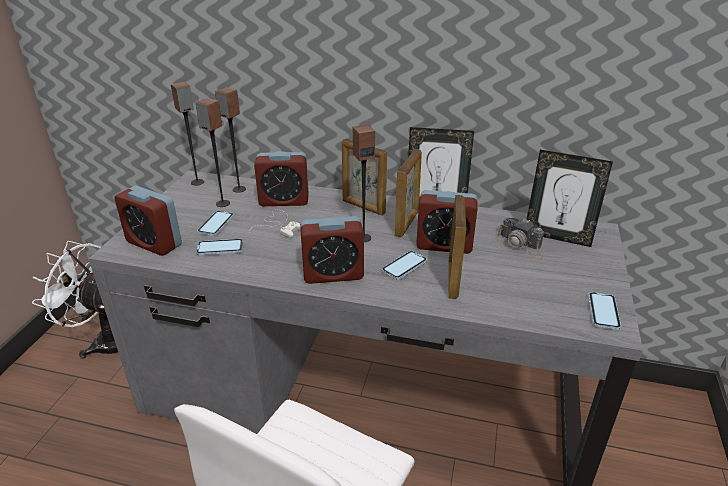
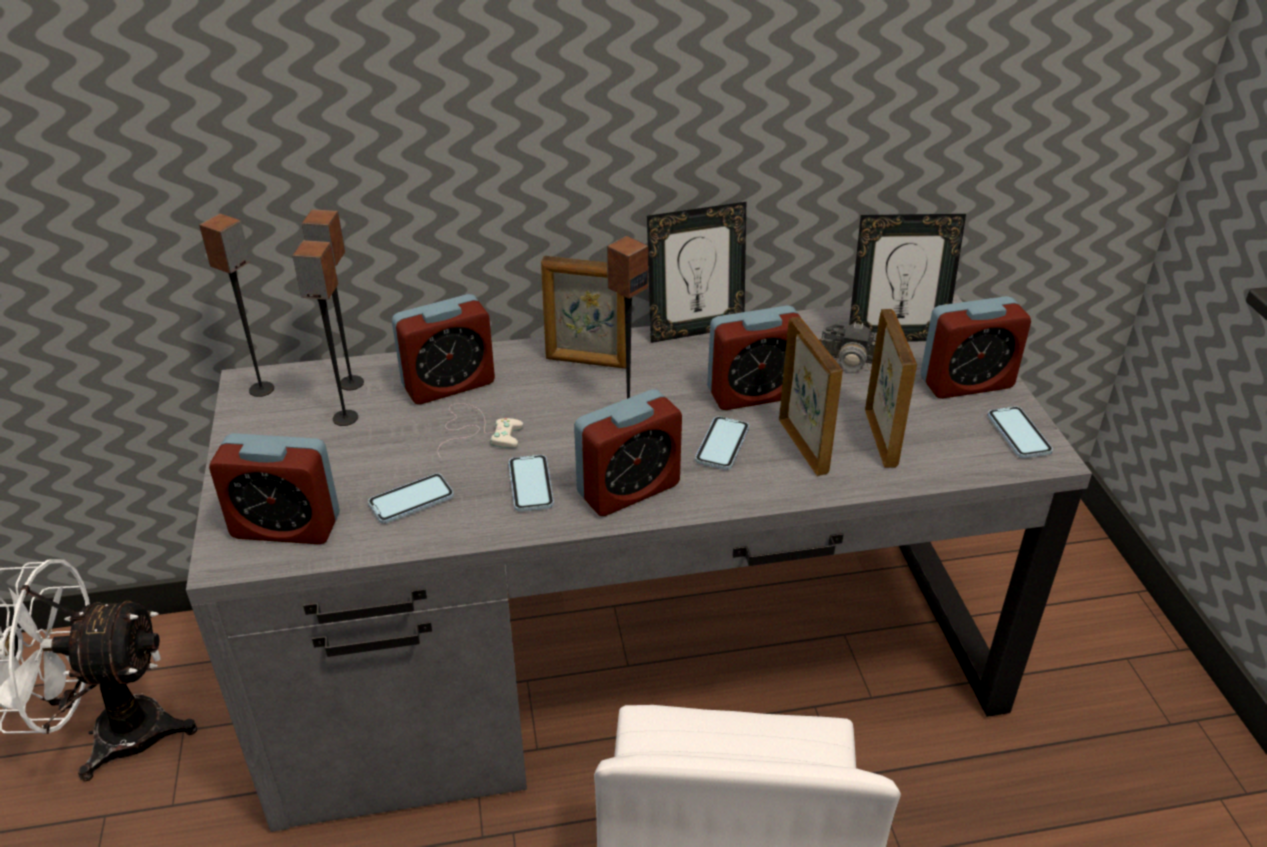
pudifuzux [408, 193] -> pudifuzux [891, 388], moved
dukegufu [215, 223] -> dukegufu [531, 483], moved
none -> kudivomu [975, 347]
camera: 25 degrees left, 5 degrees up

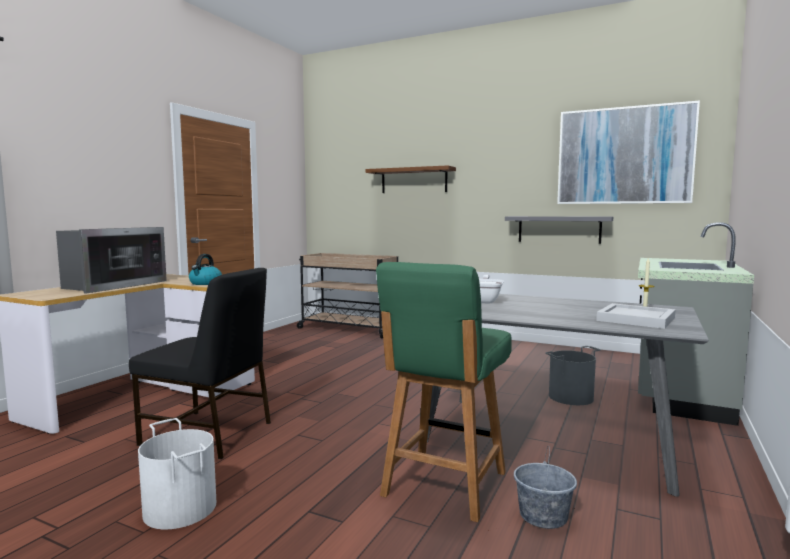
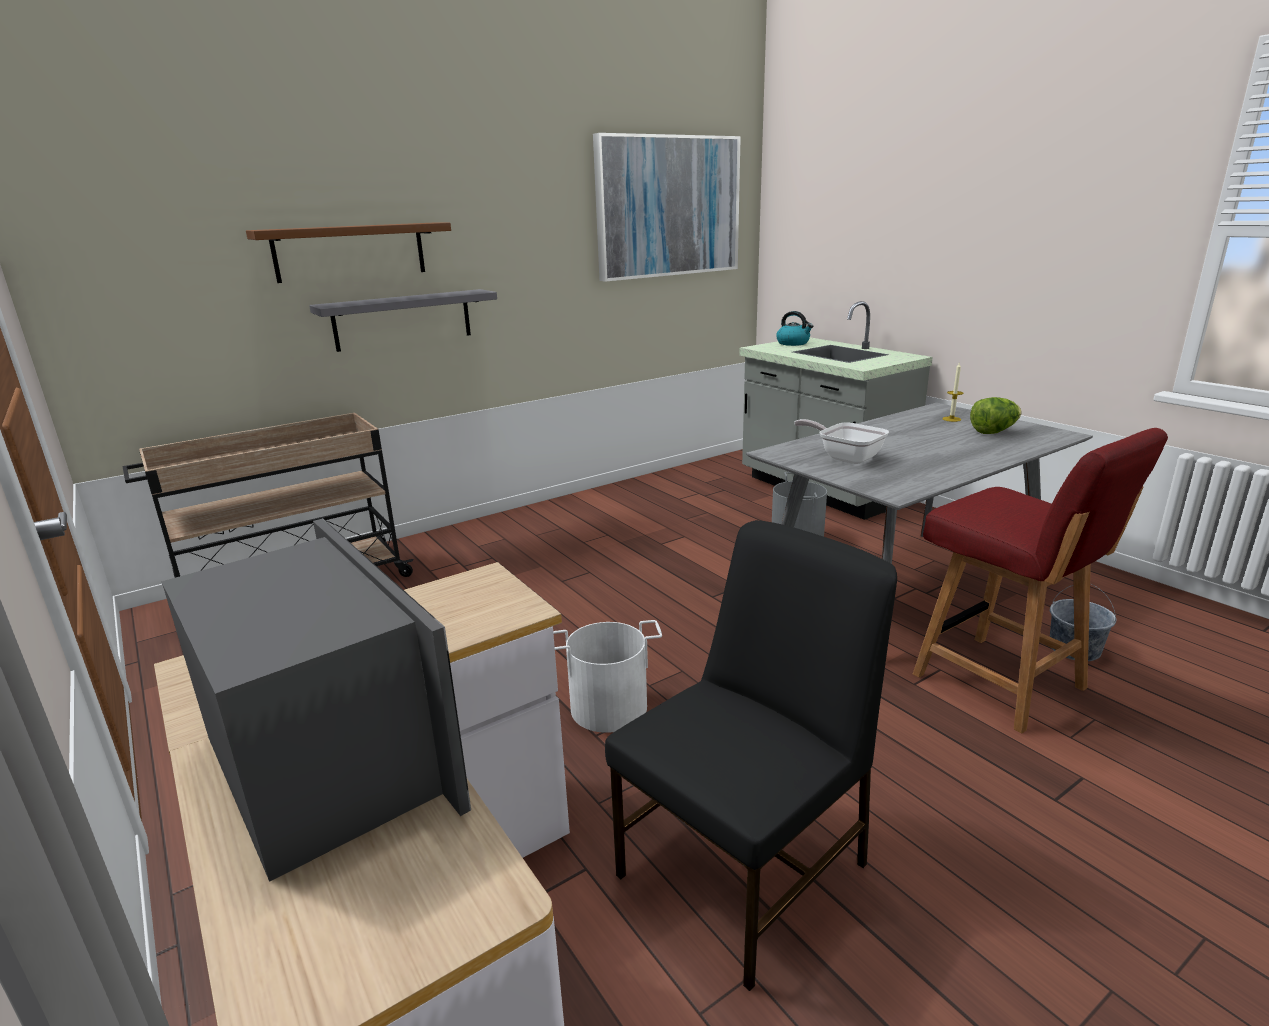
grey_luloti [559, 230] -> grey_luloti [403, 320], moved
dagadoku [205, 269] -> dagadoku [794, 328], moved
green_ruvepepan [444, 392] -> red_ruvepepan [1040, 581]
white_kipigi [636, 316] -> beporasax [995, 415]
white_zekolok [177, 473] -> white_zekolok [607, 676], moved
camera: 60 degrees left, 15 degrees up

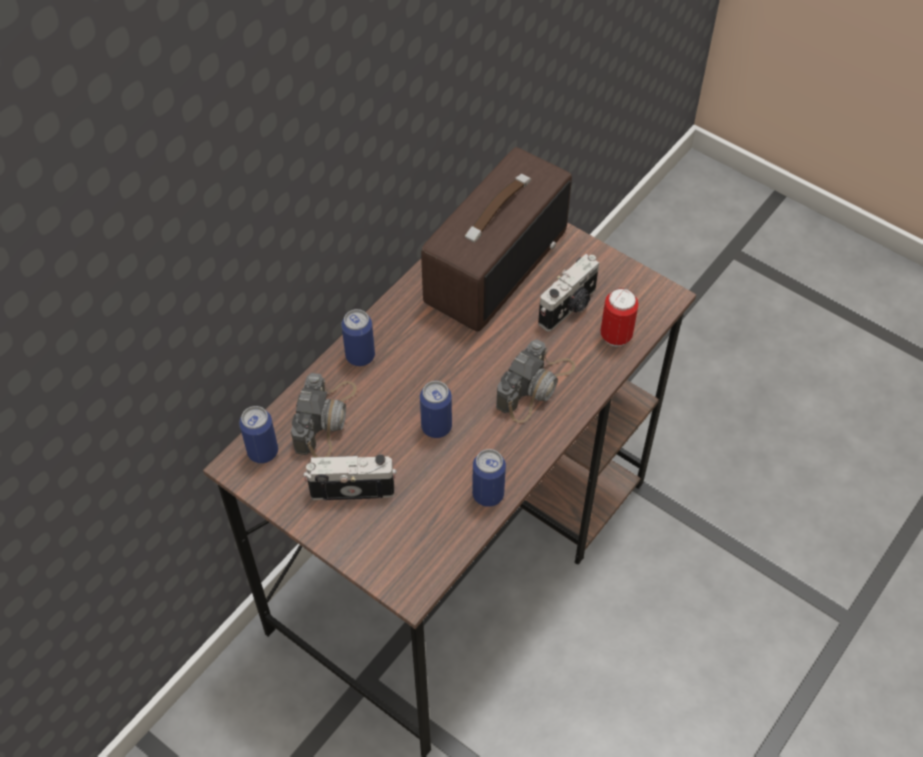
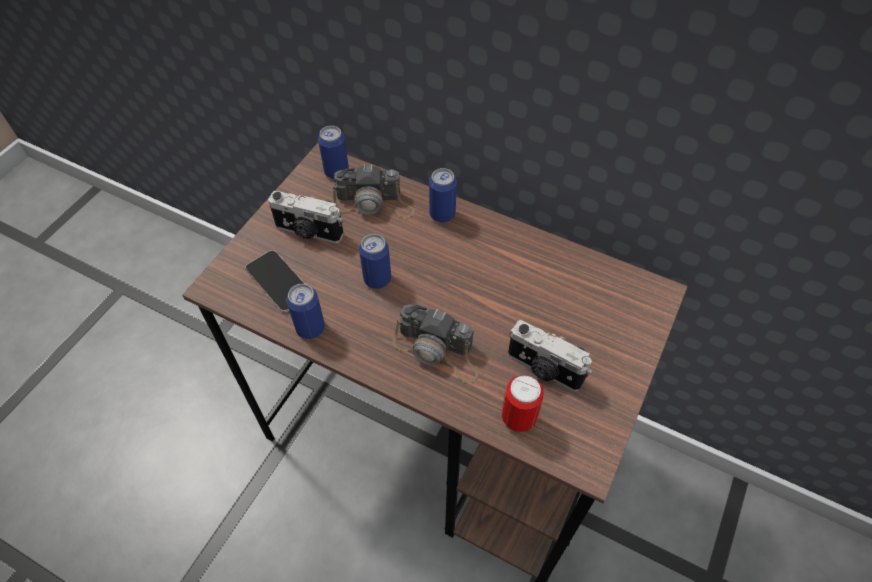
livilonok [496, 239] -> none
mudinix [350, 477] -> mudinix [306, 217], 120 degrees clockwise
none -> dukegufu [275, 281]
camera: 80 degrees right, 0 degrees up

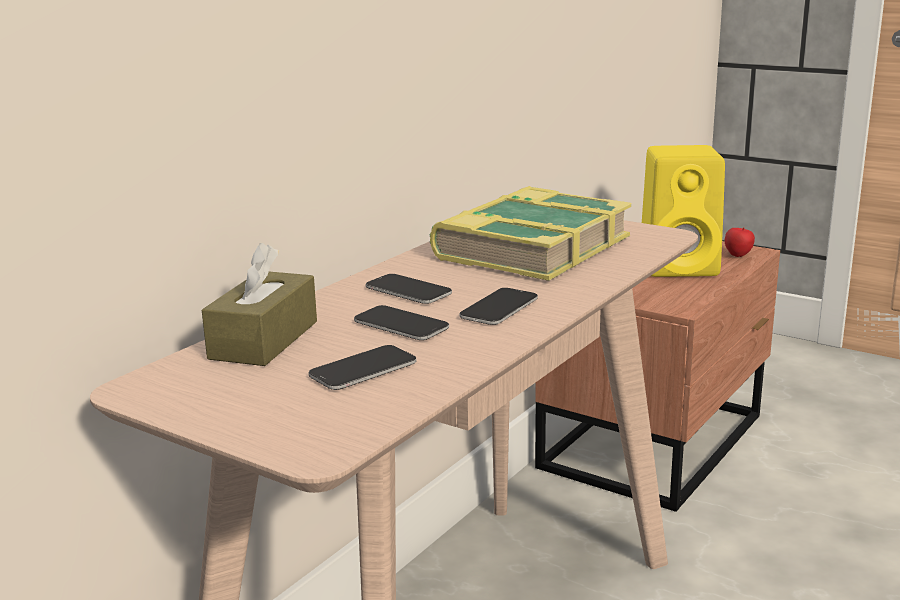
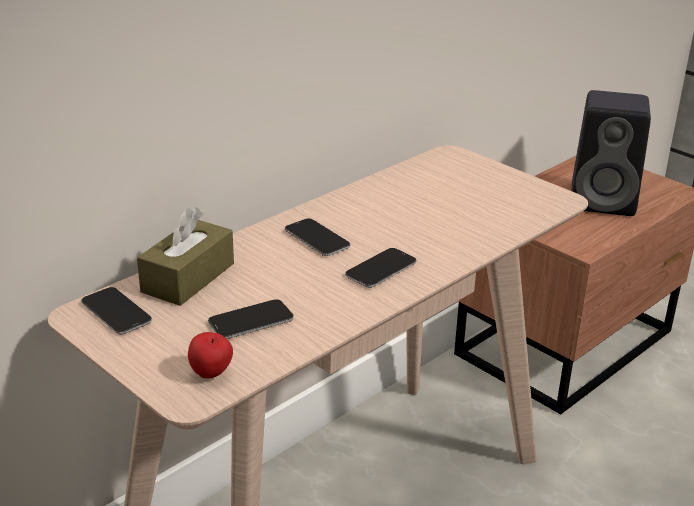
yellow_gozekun [683, 211] -> black_gozekun [611, 153]
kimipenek [531, 233] -> none
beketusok [740, 242] -> beketusok [210, 355], moved
dukegufu [401, 322] -> dukegufu [116, 310], moved
camera: 10 degrees right, 10 degrees up

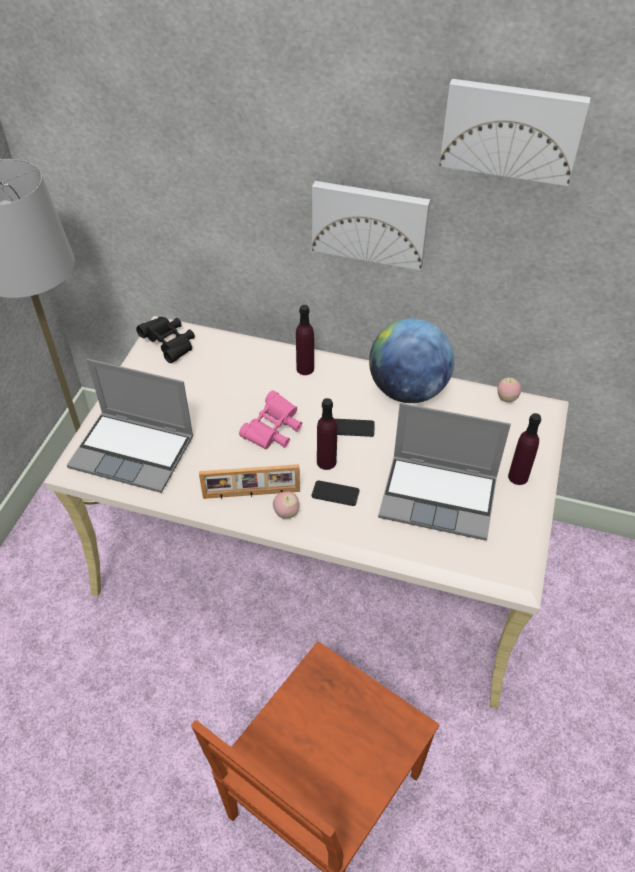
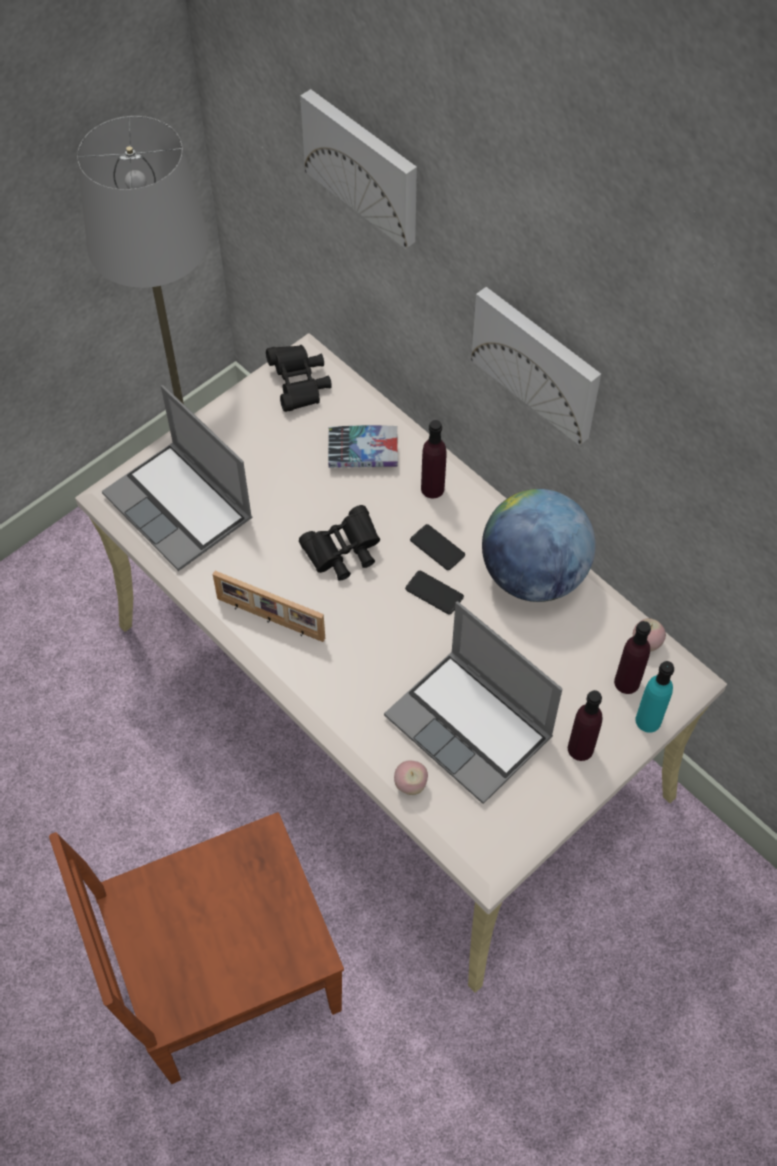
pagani [515, 132] -> pagani [358, 169], moved
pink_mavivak [270, 420] -> black_mavivak [339, 543]
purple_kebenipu [327, 434] -> purple_kebenipu [632, 657], moved
dukegufu [335, 493] -> dukegufu [437, 547], moved
beketusok [286, 504] -> beketusok [411, 778], moved
none -> kimipenek [363, 446]
none -> turquoise_kebenipu [654, 697]
camera: 30 degrees right, 10 degrees up

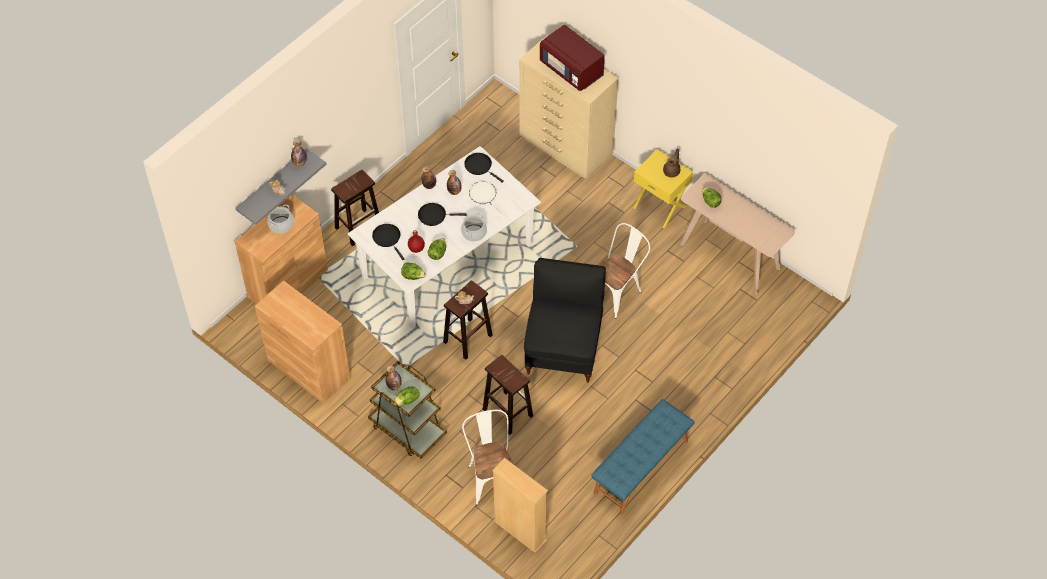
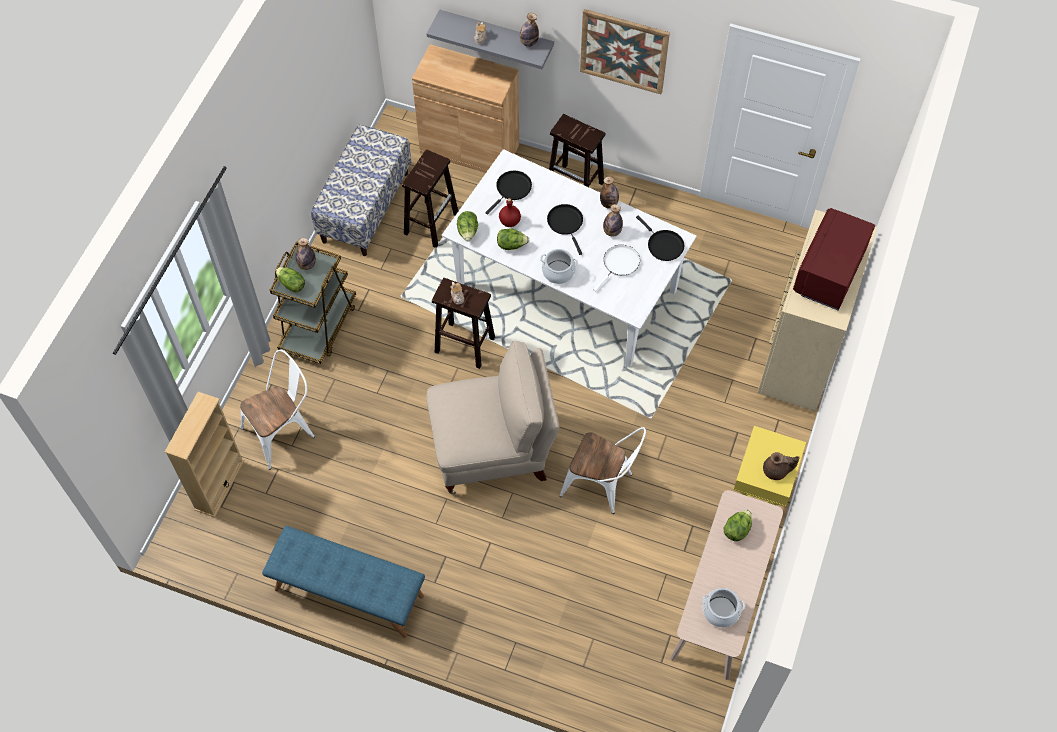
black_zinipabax [484, 168] -> black_zinipabax [660, 238], 120 degrees clockwise
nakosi [280, 219] -> nakosi [723, 608], moved
black_ruvepepan [565, 320] -> beige_ruvepepan [493, 417]
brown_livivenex [302, 341] -> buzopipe [361, 190]
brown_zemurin [508, 395] -> brown_zemurin [430, 199], moved
none -> pagani [625, 51]
camera: 70 degrees right, 5 degrees up

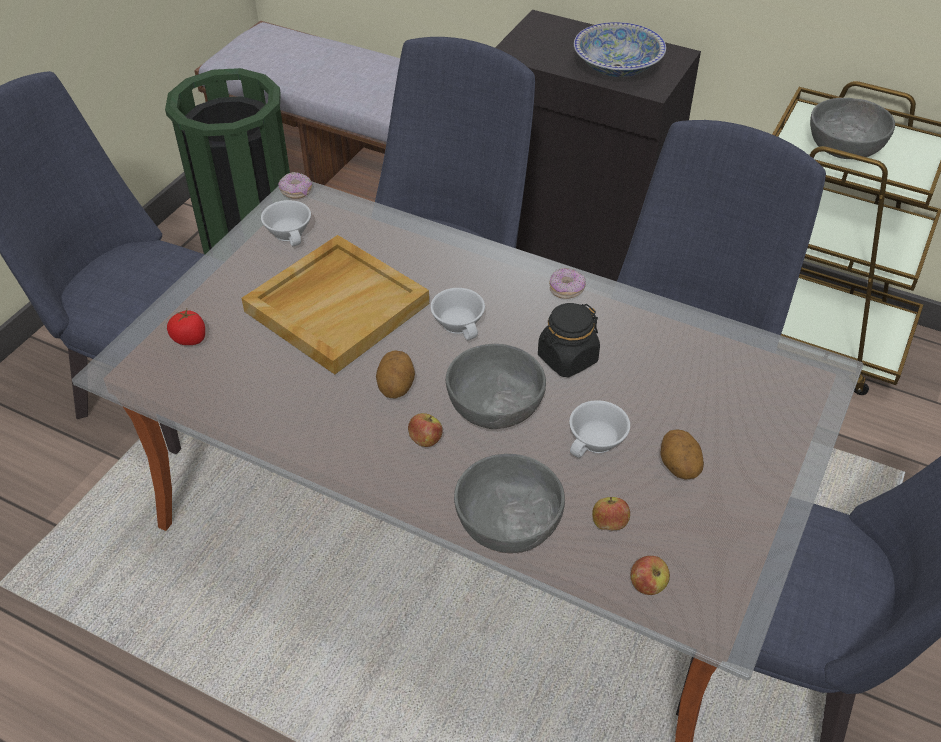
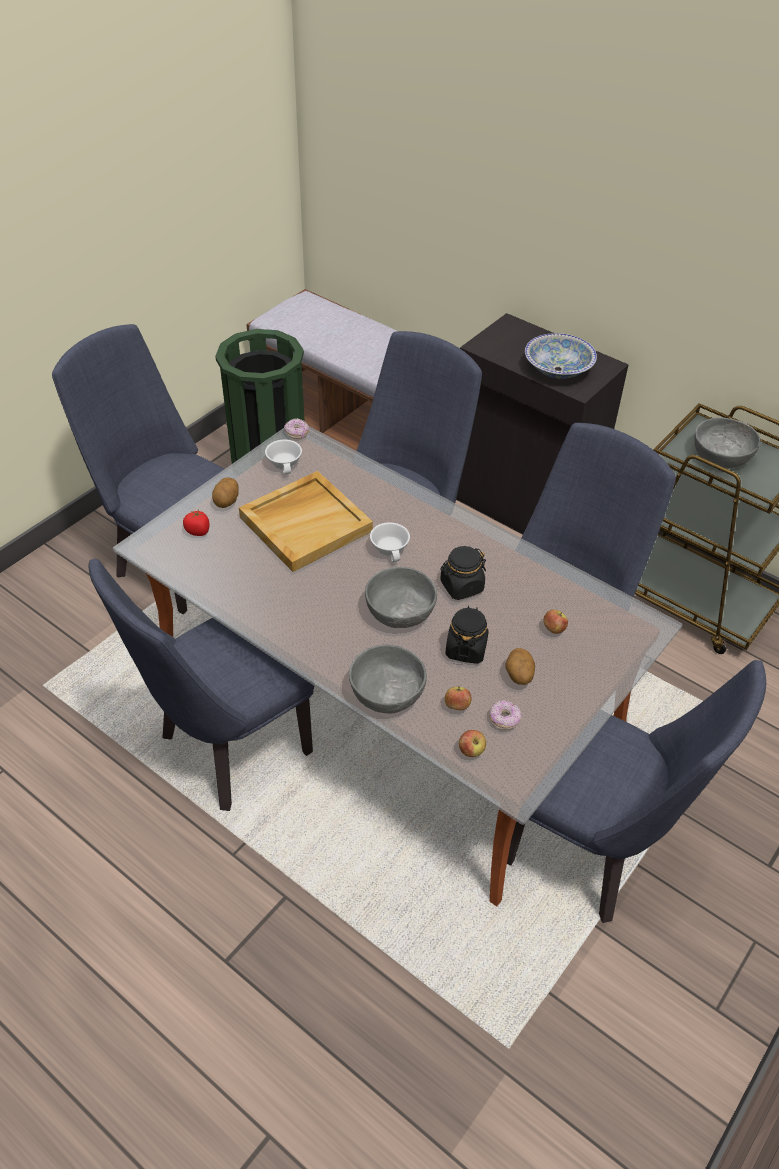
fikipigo [567, 283] -> fikipigo [505, 715], moved
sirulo [395, 374] -> sirulo [225, 492], moved
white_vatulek [599, 429] -> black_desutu [467, 635]
beketusok [425, 430] -> beketusok [555, 622], moved
none -> blue_ruvepepan [201, 685]
camera: 10 degrees right, 0 degrees up

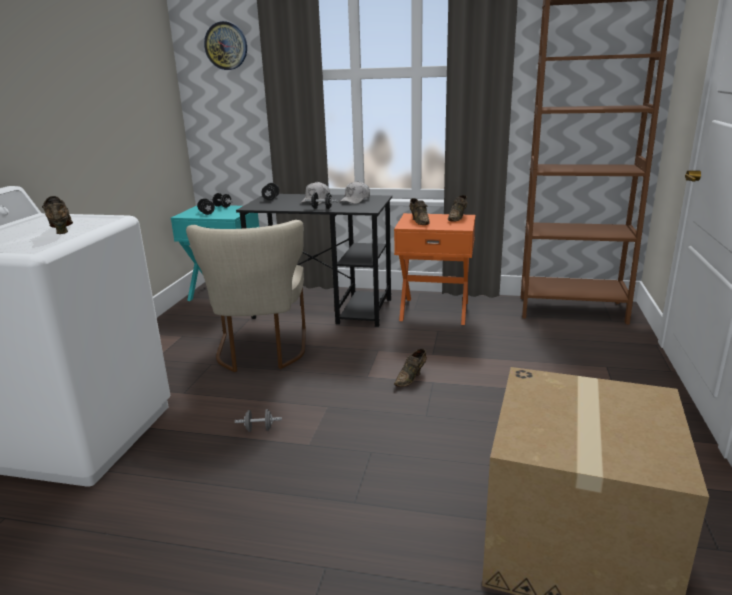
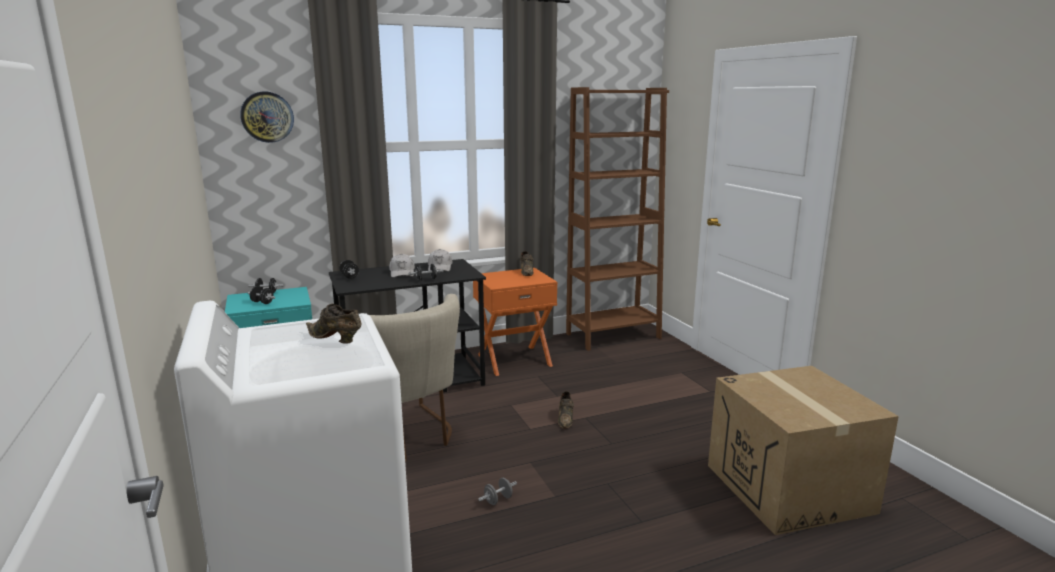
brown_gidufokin [419, 211] -> none
camera: 35 degrees left, 5 degrees down

